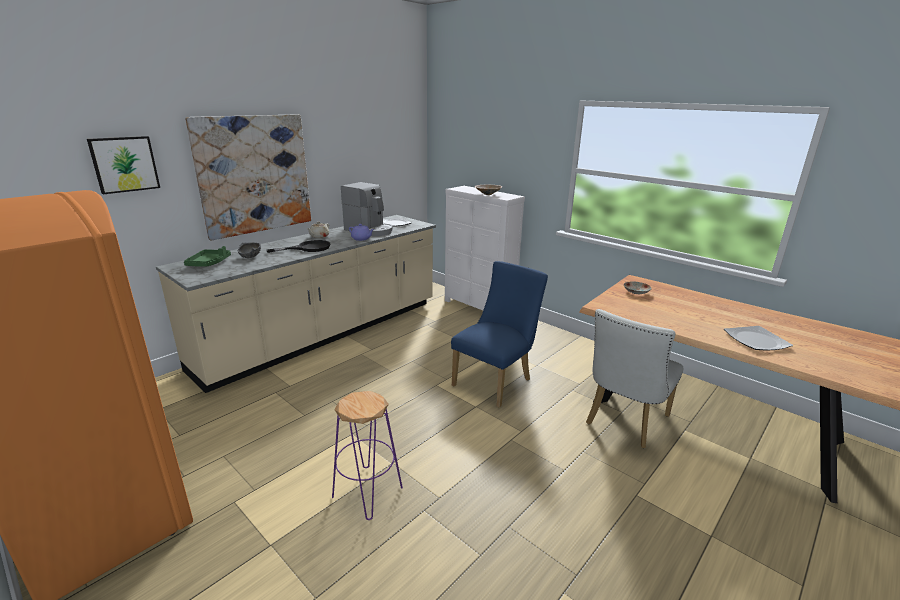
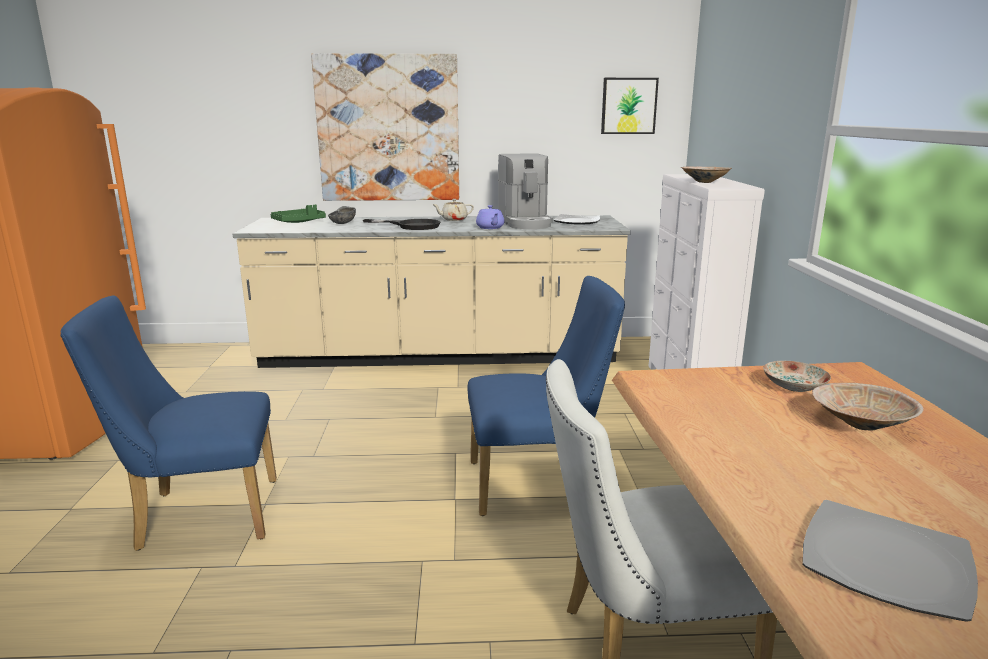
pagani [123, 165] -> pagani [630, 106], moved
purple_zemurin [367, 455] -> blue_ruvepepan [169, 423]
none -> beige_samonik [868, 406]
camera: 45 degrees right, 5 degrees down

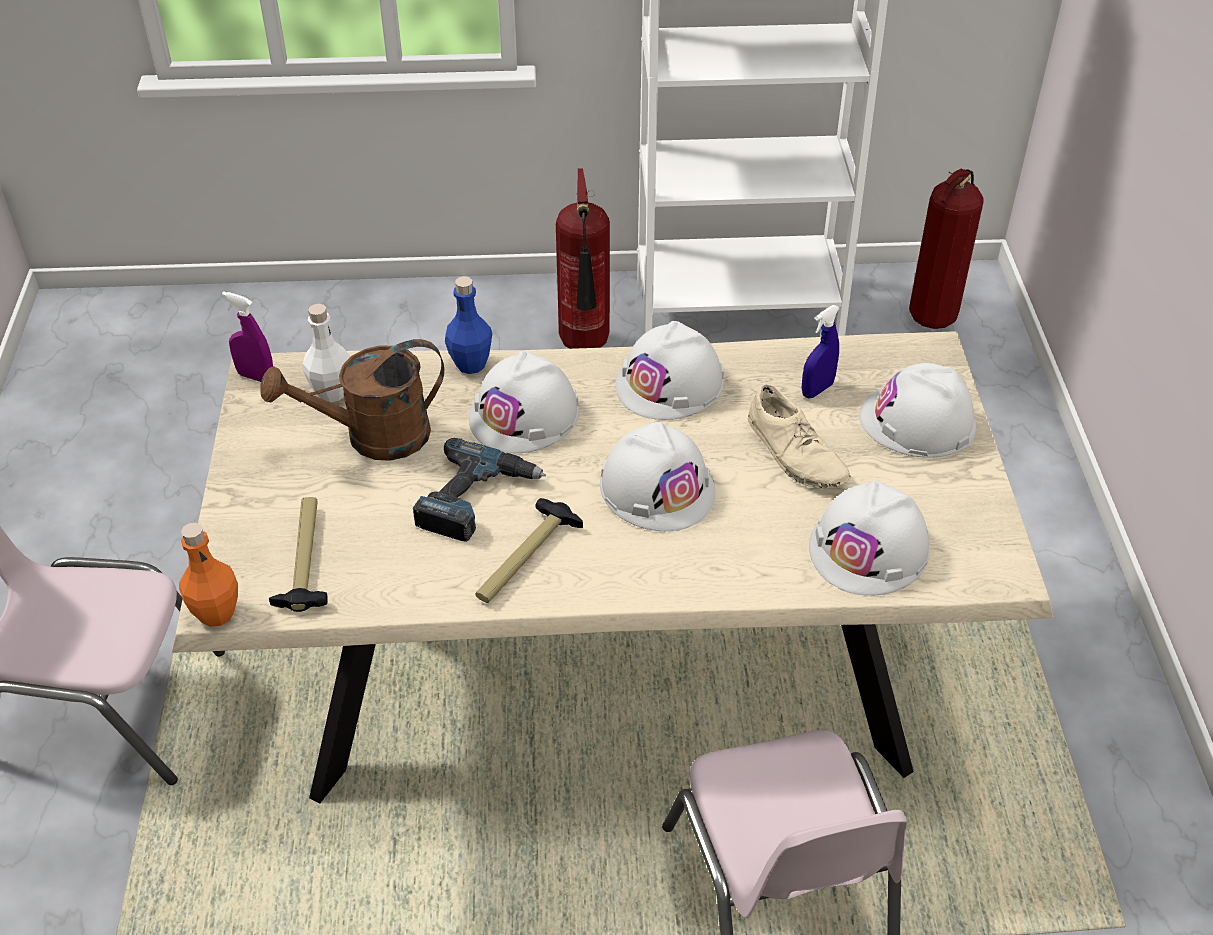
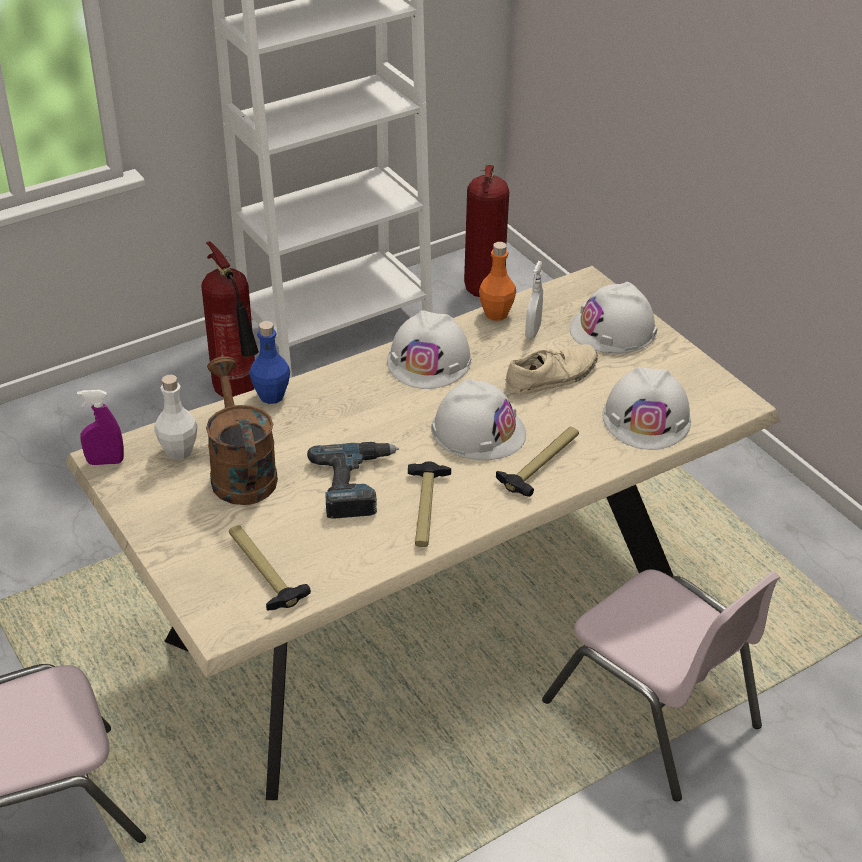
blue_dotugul [821, 351] -> white_dotugul [534, 300]
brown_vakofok [352, 400] -> brown_vakofok [242, 430], 120 degrees clockwise
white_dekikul [524, 402] -> none
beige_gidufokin [799, 436] -> beige_gidufokin [551, 369], 60 degrees counterclockwise
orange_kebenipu [208, 575] -> orange_kebenipu [497, 281], moved
none -> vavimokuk [537, 462]
camera: 30 degrees left, 5 degrees down

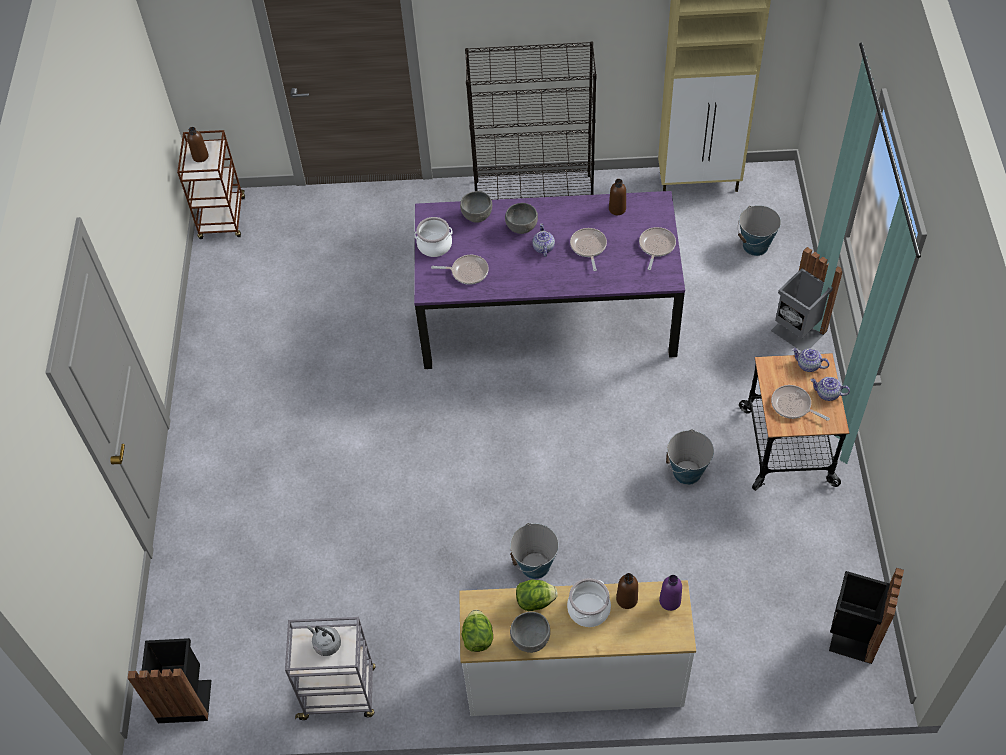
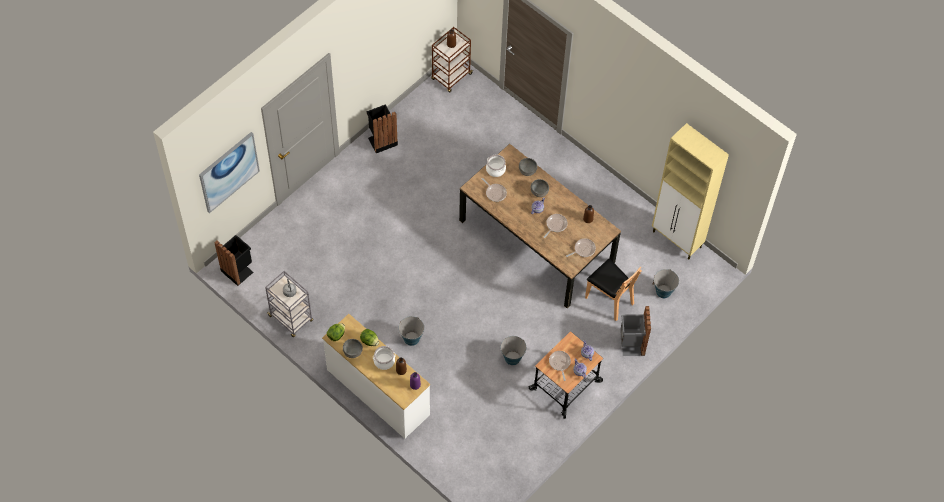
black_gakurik [531, 120] -> none
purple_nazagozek [549, 280] -> brown_nazagozek [540, 226]
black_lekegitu [866, 616] -> black_lekegitu [382, 128], moved
none -> pagani [229, 172]
none -> brown_ruvepepan [613, 290]
camera: 40 degrees right, 5 degrees up

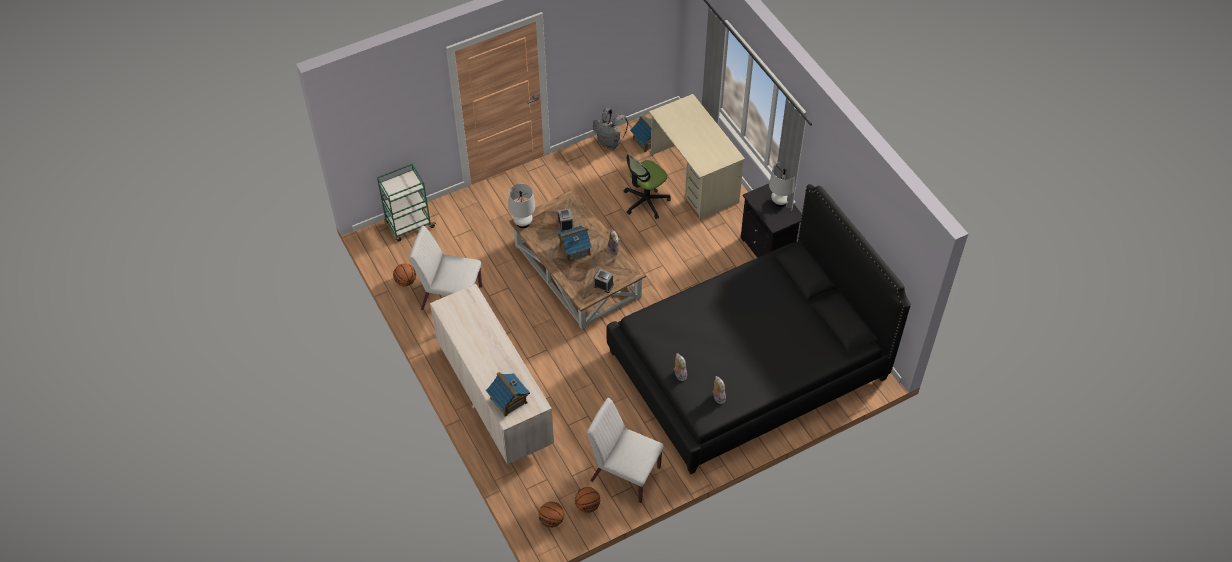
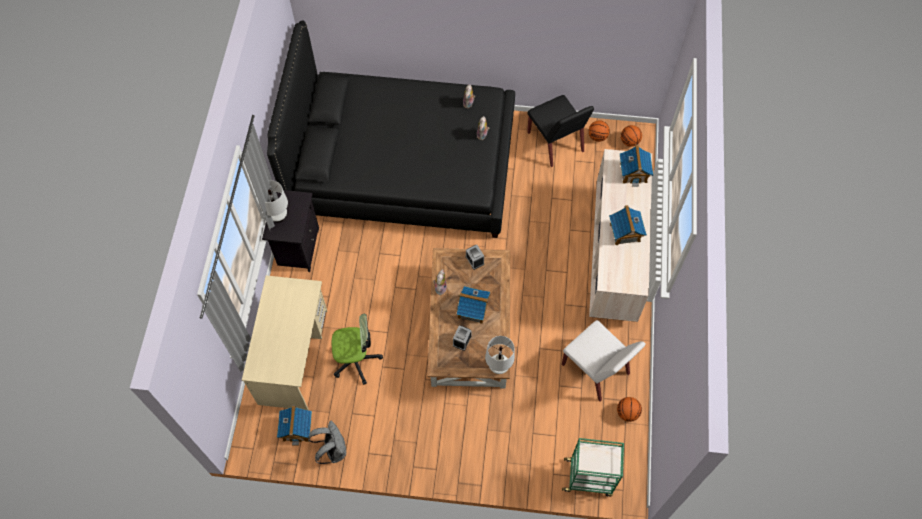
white_ruvepepan [625, 450] -> black_ruvepepan [560, 131]
none -> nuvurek [628, 225]
camera: 145 degrees left, 10 degrees up

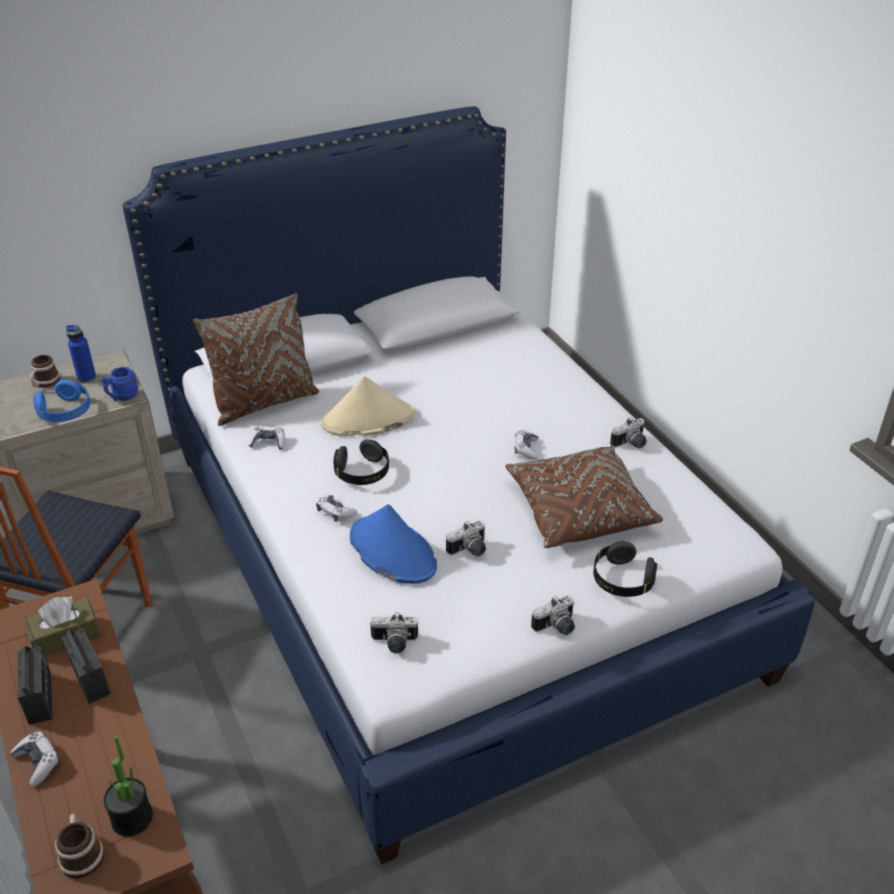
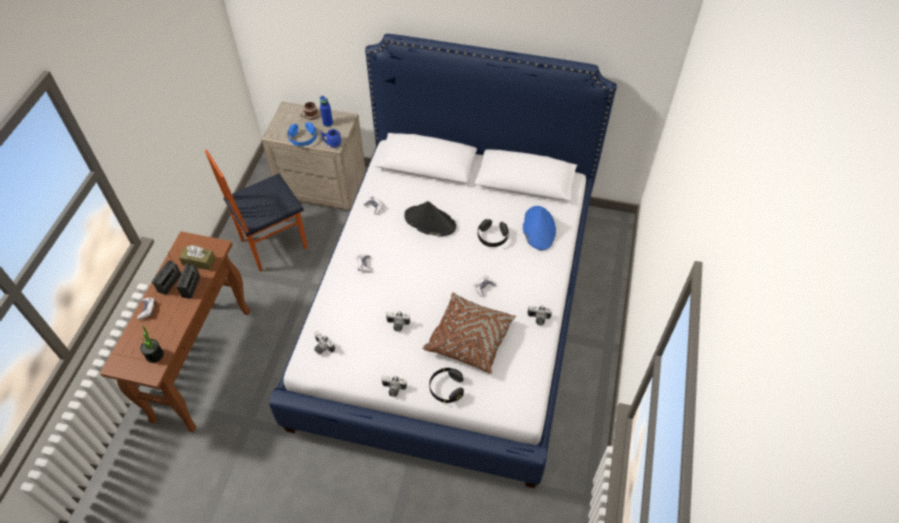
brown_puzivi [256, 359] -> none
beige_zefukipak [368, 406] -> black_zefukipak [430, 218]
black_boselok [361, 462] -> black_boselok [493, 233], moved
blue_zefukipak [393, 544] -> blue_zefukipak [539, 228], moved
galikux [79, 846] -> none
camera: 40 degrees right, 15 degrees up

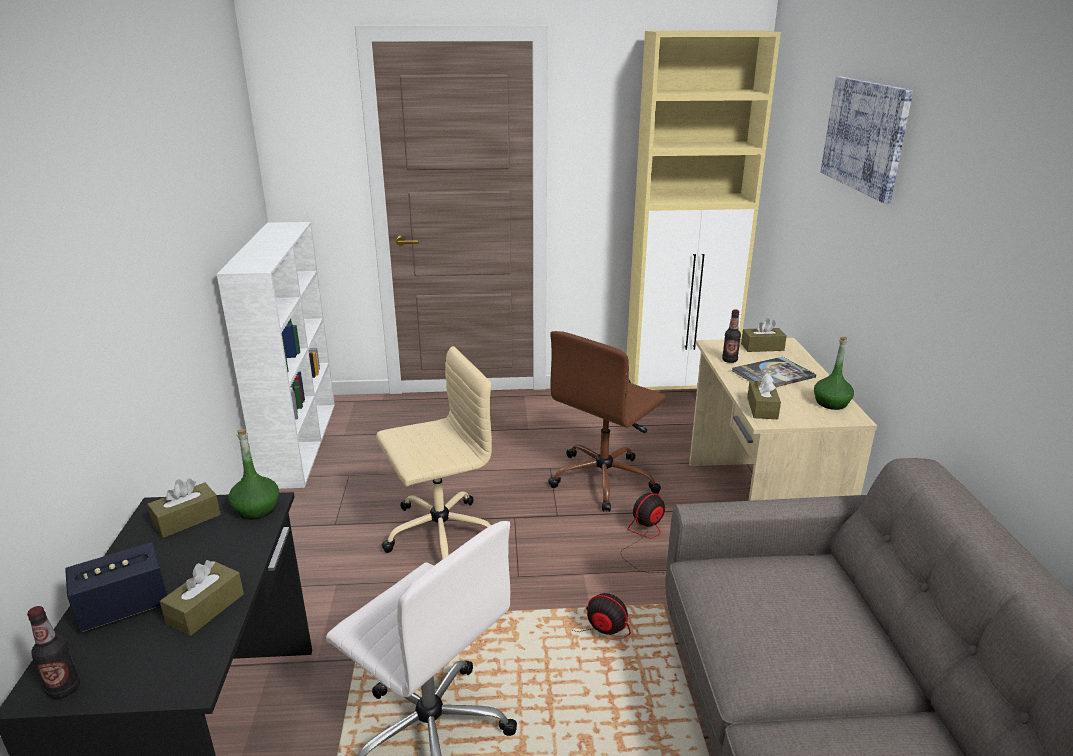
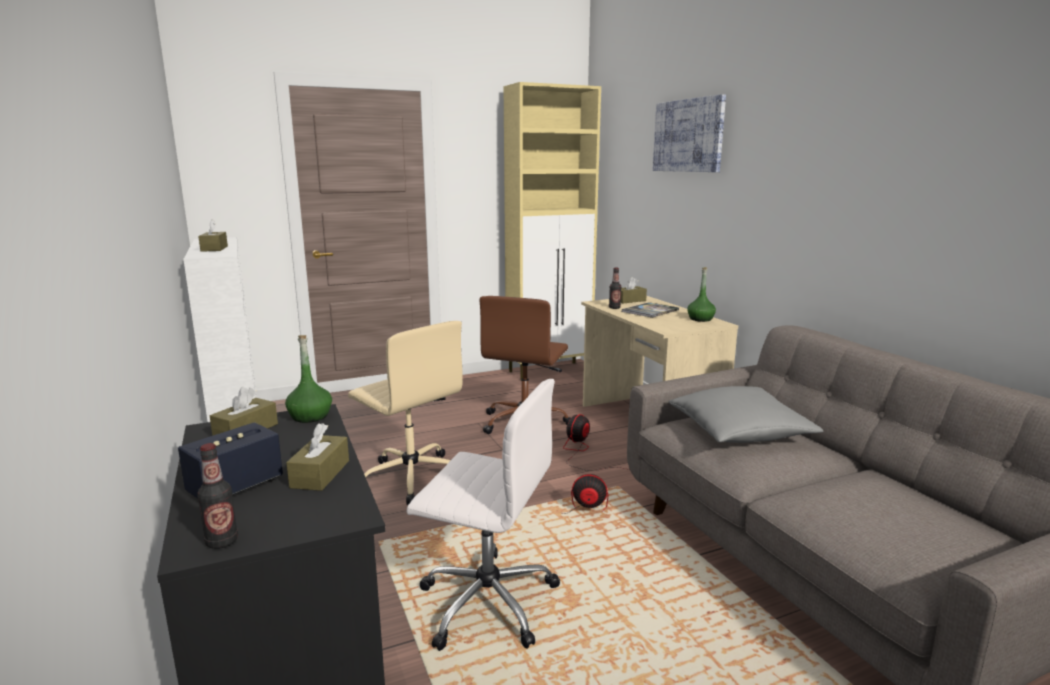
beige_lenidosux [434, 453] -> beige_lenidosux [405, 413], 90 degrees clockwise
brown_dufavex [764, 396] -> brown_dufavex [213, 235], moved
none -> grey_puzivi [746, 414]
camera: 20 degrees left, 10 degrees down

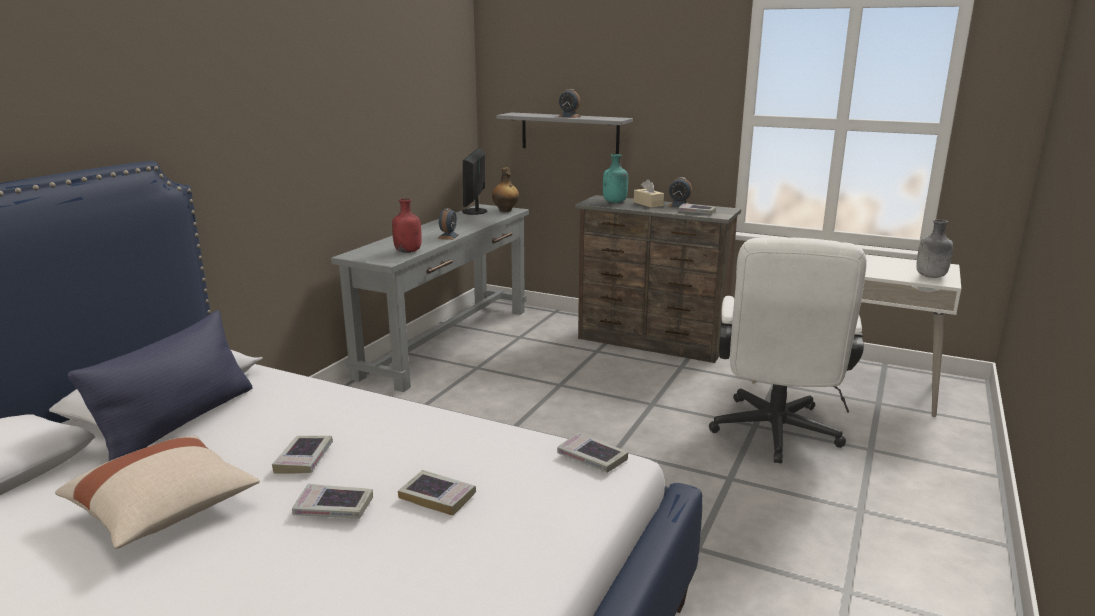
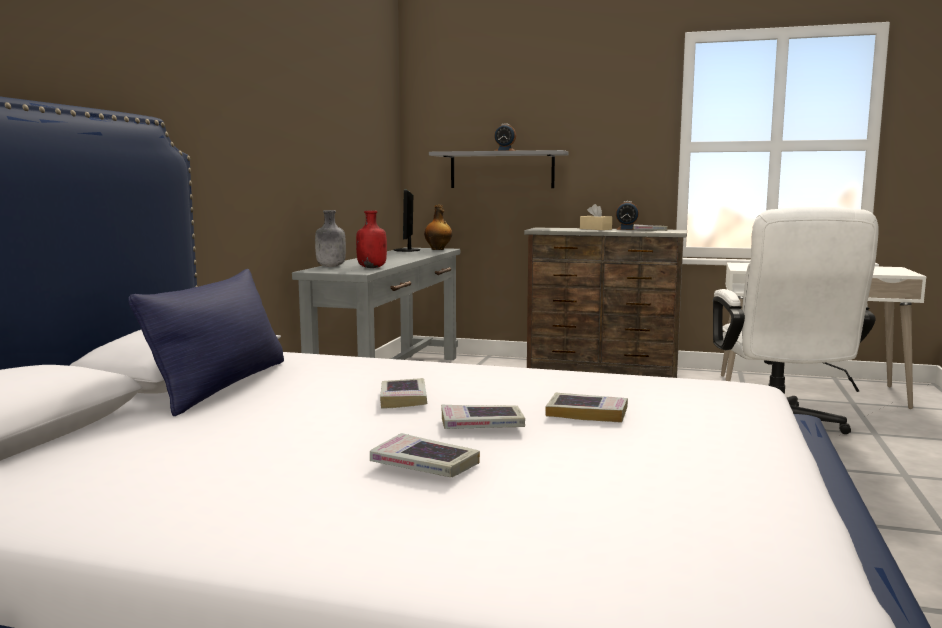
turquoise_kebenipu [615, 178] -> none
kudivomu [448, 224] -> none
grey_kebenipu [934, 248] -> grey_kebenipu [330, 238], moved
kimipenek [592, 452] -> kimipenek [425, 455], moved
beige_puzivi [157, 492] -> none
camera: 10 degrees left, 10 degrees down

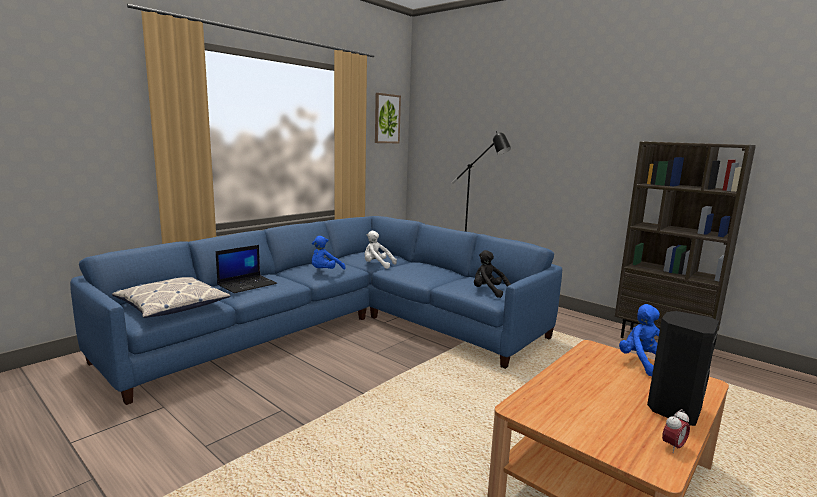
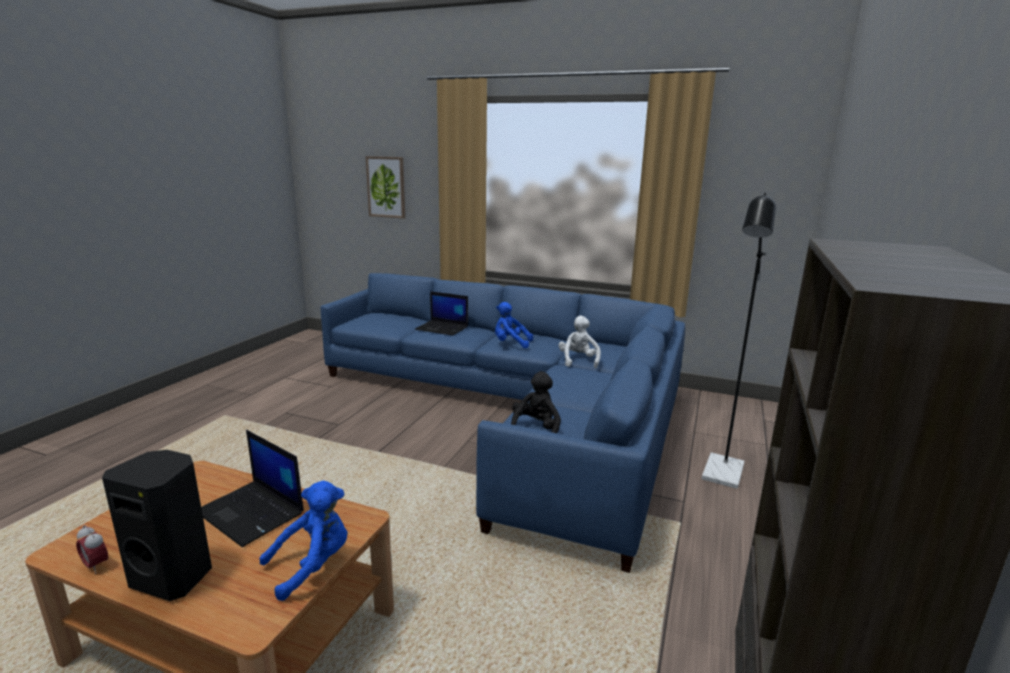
pagani [388, 118] -> pagani [385, 187], moved
puzivi [171, 297] -> none
none -> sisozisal [252, 488]
camera: 70 degrees right, 5 degrees up

